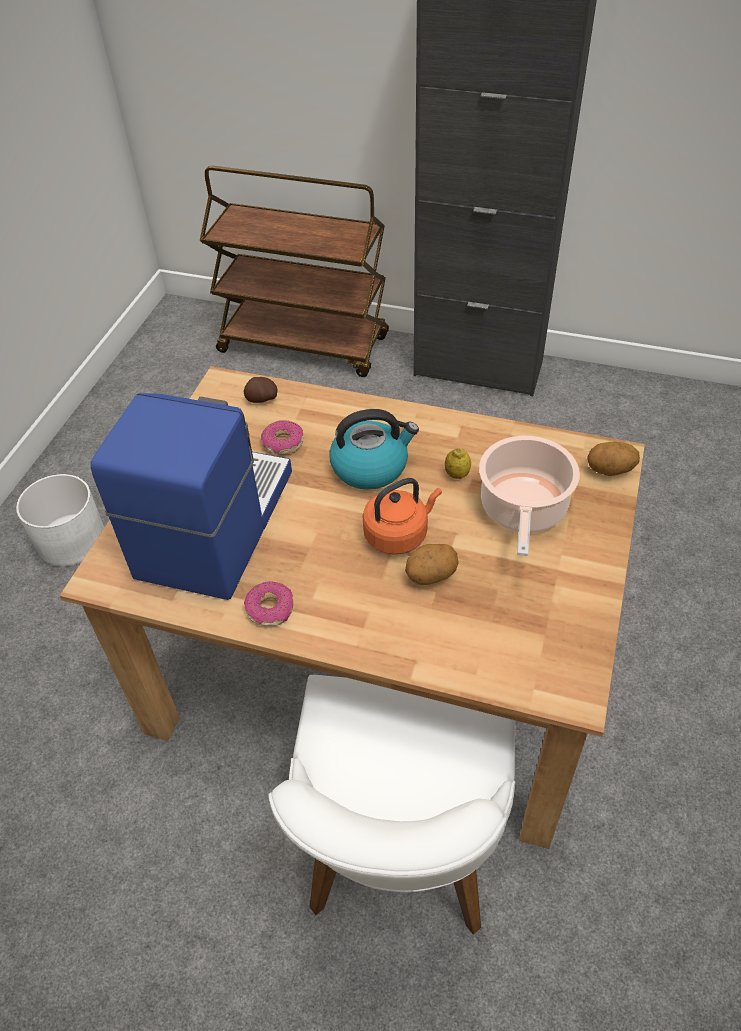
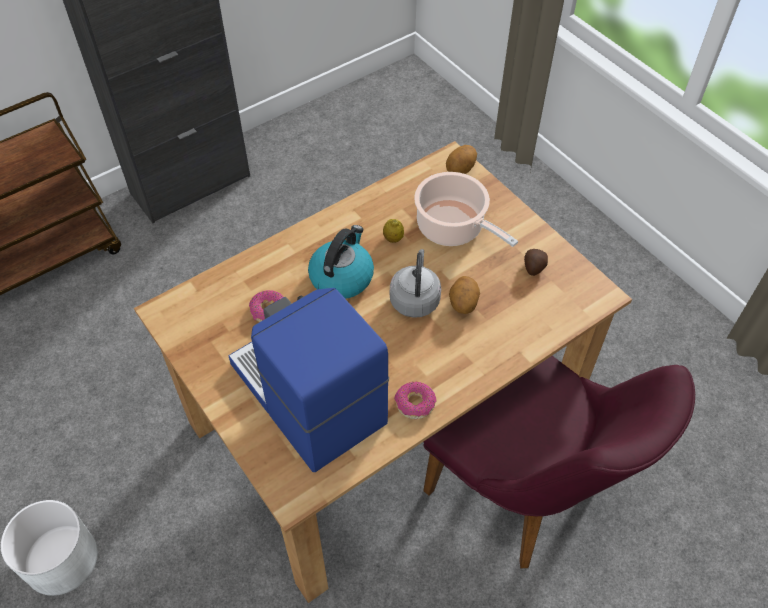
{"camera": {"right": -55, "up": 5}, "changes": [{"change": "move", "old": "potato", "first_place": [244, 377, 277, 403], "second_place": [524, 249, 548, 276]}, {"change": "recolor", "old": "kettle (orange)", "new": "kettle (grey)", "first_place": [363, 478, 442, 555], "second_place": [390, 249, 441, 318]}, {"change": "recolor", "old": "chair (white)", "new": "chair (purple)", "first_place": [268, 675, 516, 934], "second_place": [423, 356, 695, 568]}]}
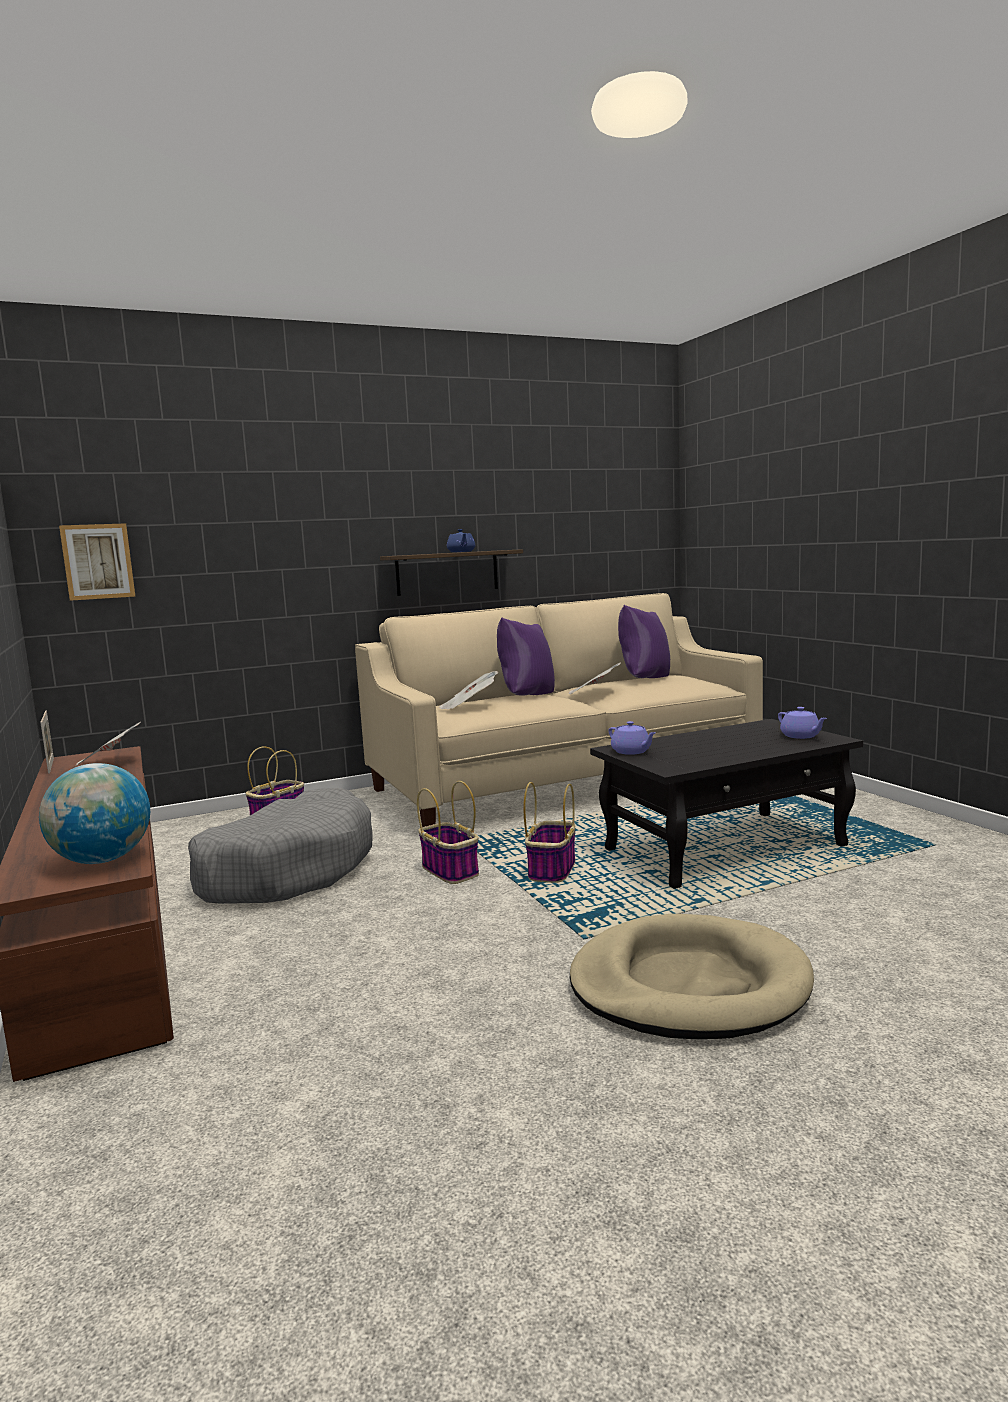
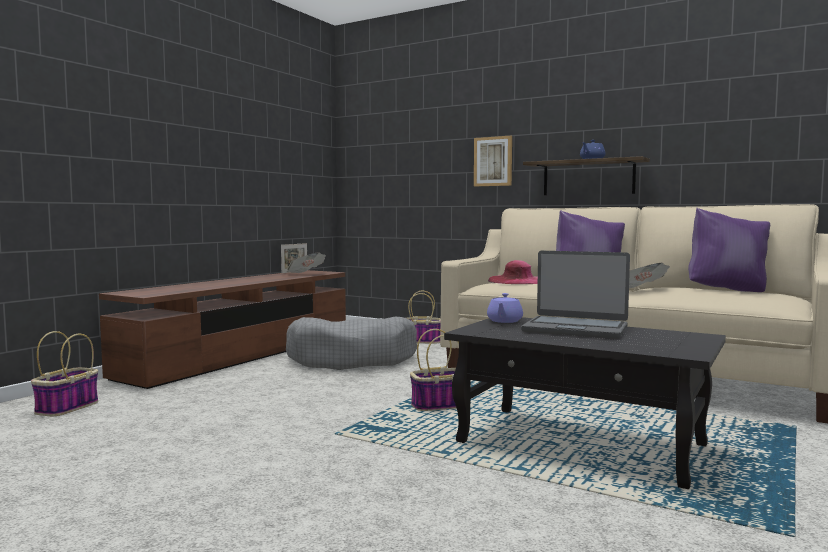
{"camera": {"right": 55, "up": -5}, "changes": [{"change": "move", "old": "picture", "first_place": [59, 523, 135, 601], "second_place": [474, 136, 512, 186]}, {"change": "replace", "old": "newspaper", "new": "hat (pink)", "first_place": [439, 671, 498, 709], "second_place": [488, 260, 538, 284]}, {"change": "delete", "old": "teapot (purple)", "first_place": [778, 707, 827, 739]}, {"change": "delete", "old": "globe", "first_place": [39, 763, 150, 864]}, {"change": "move", "old": "basket", "first_place": [417, 781, 479, 884], "second_place": [31, 331, 98, 416]}, {"change": "delete", "old": "dog bed (beige)", "first_place": [570, 914, 814, 1039]}, {"change": "insert", "new": "laptop", "second_place": [521, 251, 630, 339]}]}
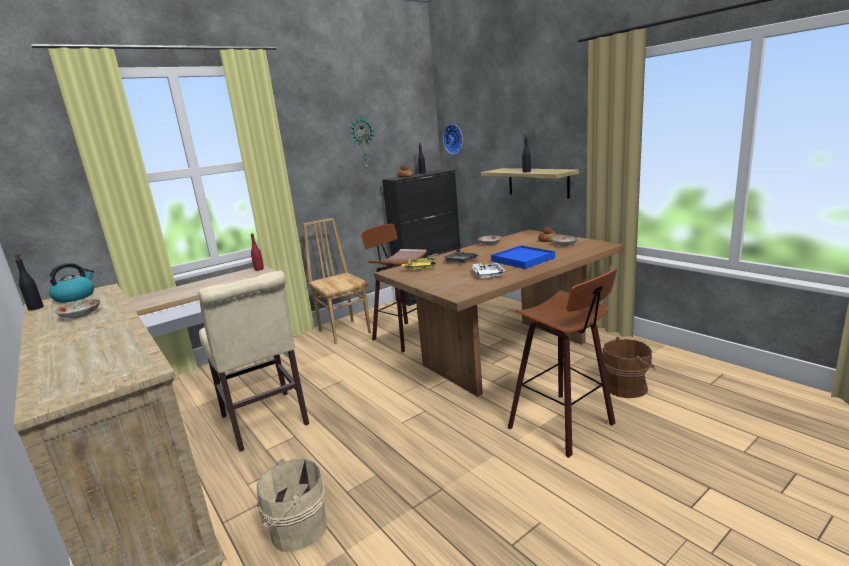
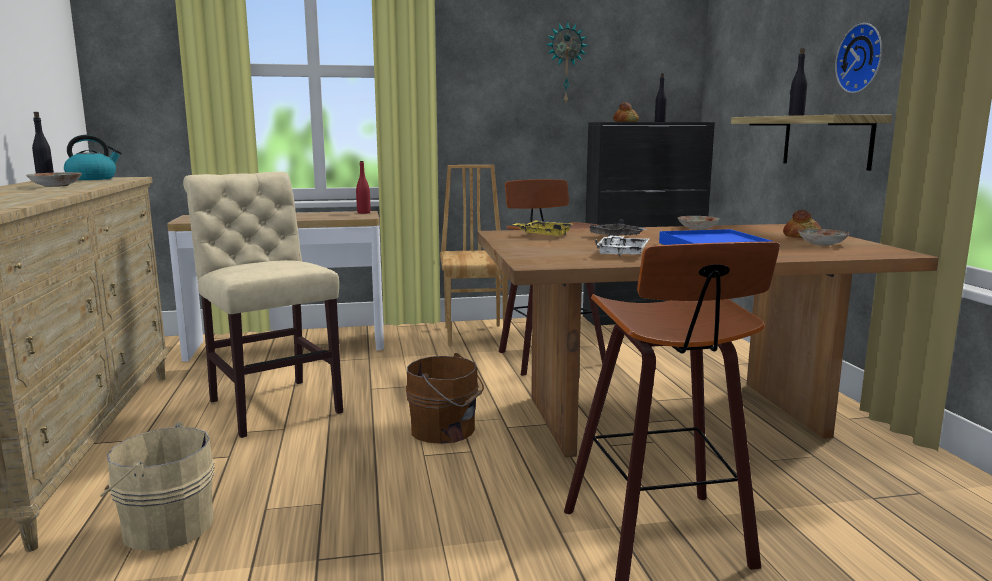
{"camera": {"right": 25, "up": -5}, "changes": [{"change": "move", "old": "wall clock", "first_place": [443, 124, 463, 155], "second_place": [835, 23, 882, 93]}, {"change": "rotate", "old": "chair (beige)", "first_place": [198, 271, 309, 452], "second_place": [183, 172, 343, 438], "degrees": 150}, {"change": "move", "old": "bucket (brown)", "first_place": [603, 337, 657, 398], "second_place": [406, 353, 484, 444]}]}
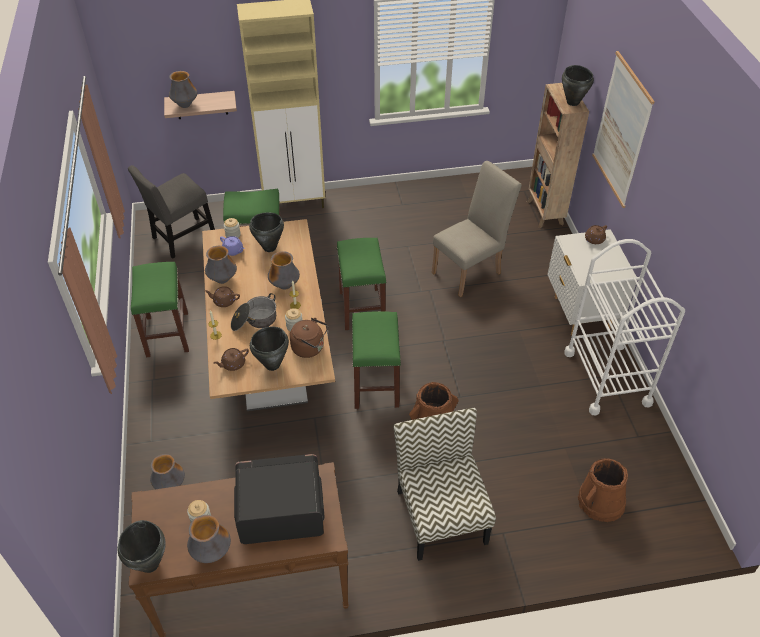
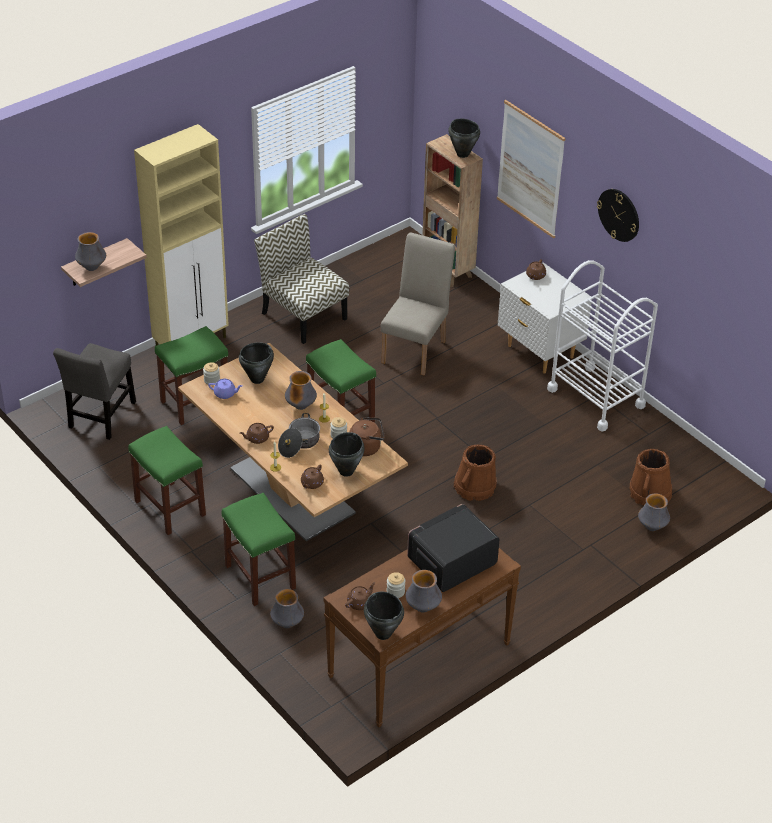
{"camera": {"right": -30, "up": -5}, "changes": [{"change": "move", "old": "vase", "first_place": [205, 246, 237, 284], "second_place": [638, 494, 670, 531]}, {"change": "move", "old": "stool (green)", "first_place": [352, 311, 401, 409], "second_place": [222, 493, 296, 606]}, {"change": "move", "old": "chair", "first_place": [394, 408, 496, 561], "second_place": [254, 214, 349, 344]}, {"change": "insert", "new": "wall clock", "second_place": [597, 189, 639, 242]}, {"change": "insert", "new": "teapot (brown)", "second_place": [345, 582, 375, 610]}]}
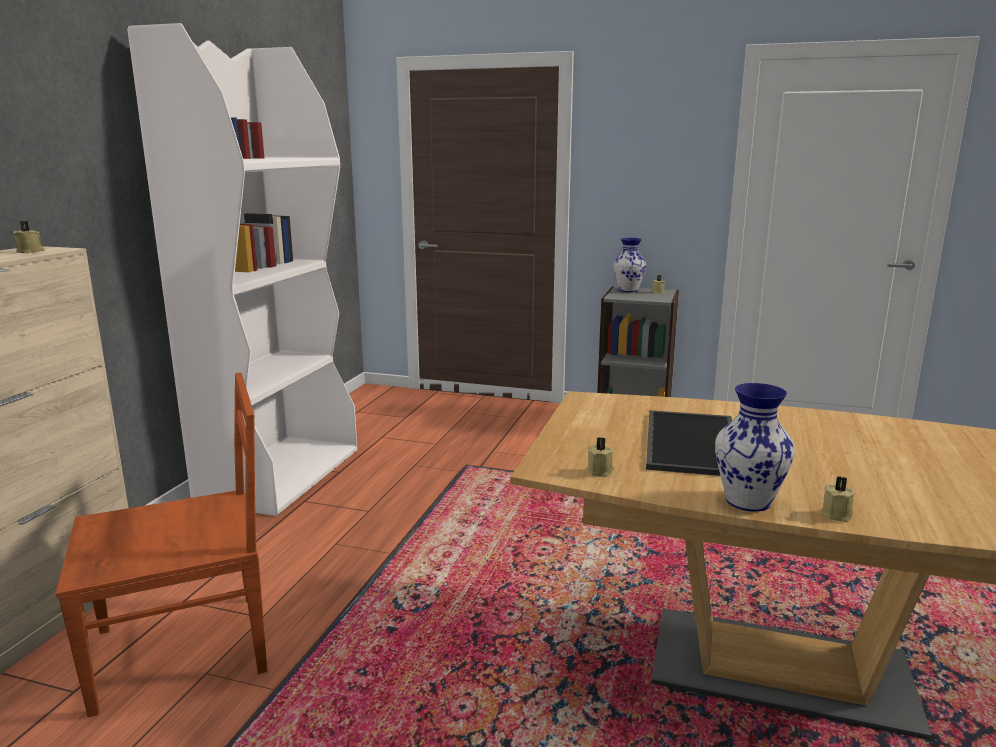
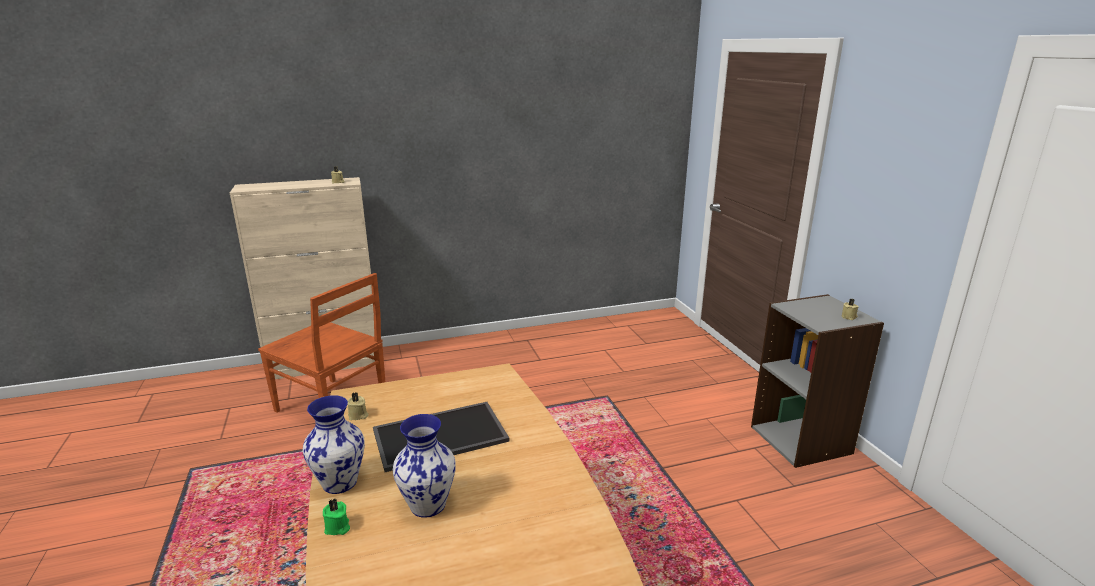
{"camera": {"right": 55, "up": 5}, "changes": [{"change": "delete", "old": "bookcase (white)", "first_place": [127, 23, 357, 516]}, {"change": "move", "old": "vase", "first_place": [613, 238, 646, 292], "second_place": [393, 414, 456, 518]}, {"change": "recolor", "old": "candle (beige)", "new": "candle (green)", "first_place": [822, 476, 855, 522], "second_place": [323, 499, 350, 535]}]}
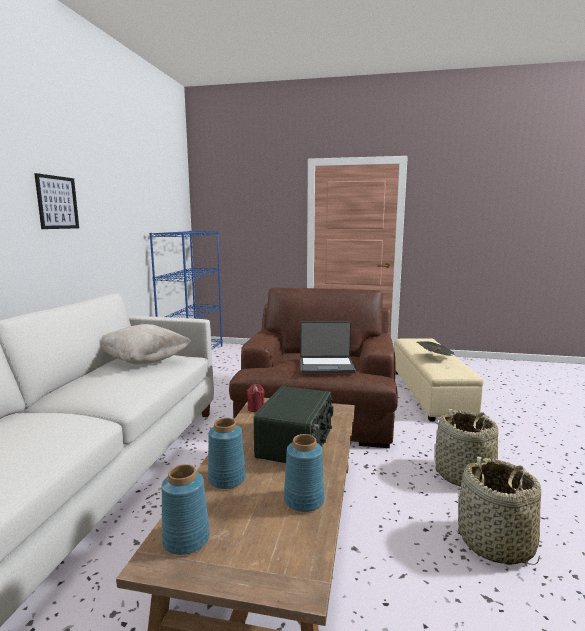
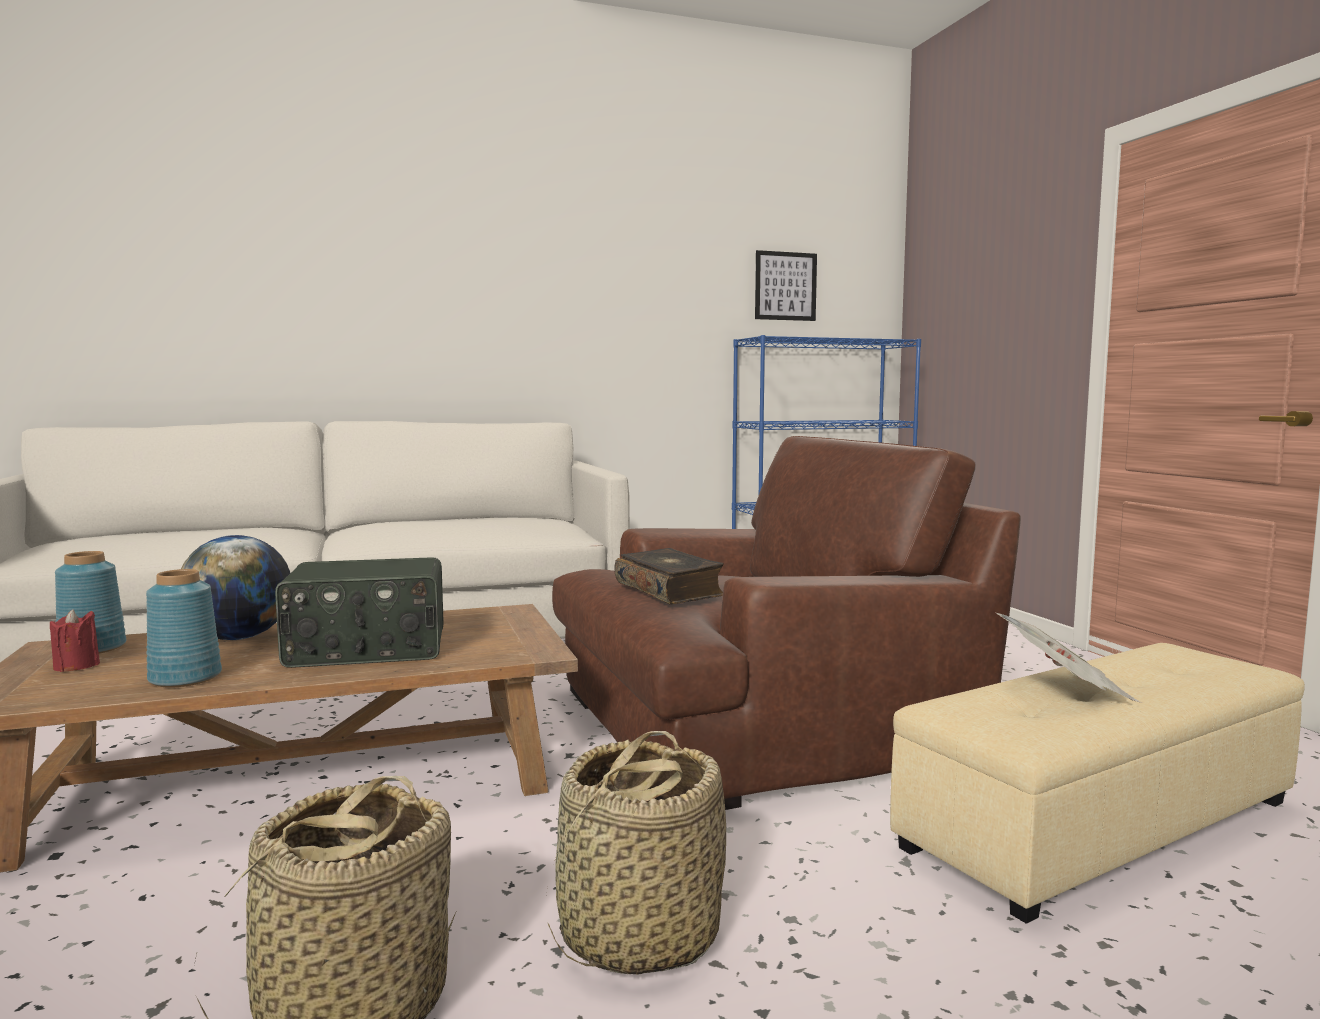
{"camera": {"right": 60, "up": -5}, "changes": [{"change": "move", "old": "picture", "first_place": [34, 173, 79, 229], "second_place": [755, 250, 817, 321]}, {"change": "replace", "old": "laptop", "new": "book", "first_place": [300, 321, 356, 374], "second_place": [614, 548, 724, 604]}, {"change": "delete", "old": "pillow (beige)", "first_place": [101, 324, 191, 364]}, {"change": "move", "old": "candle (red)", "first_place": [247, 384, 265, 412], "second_place": [50, 609, 100, 672]}, {"change": "replace", "old": "vase (blue)", "new": "globe", "first_place": [208, 418, 246, 489], "second_place": [181, 535, 290, 640]}]}
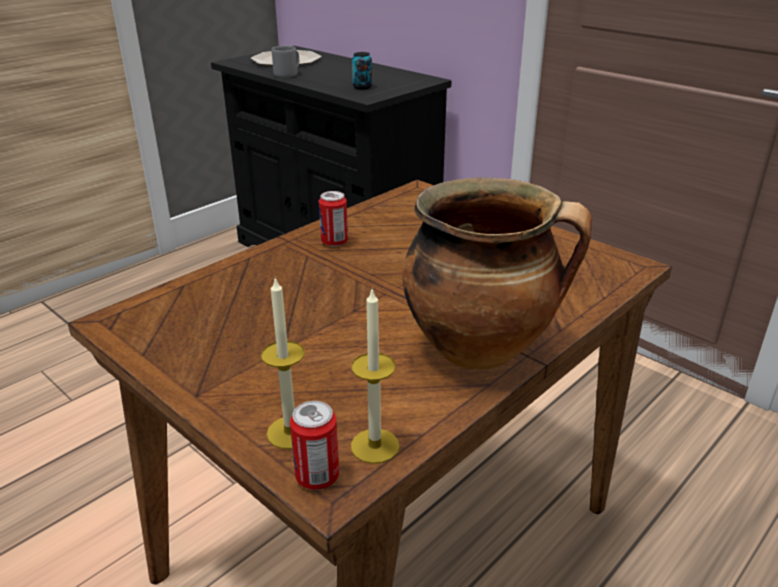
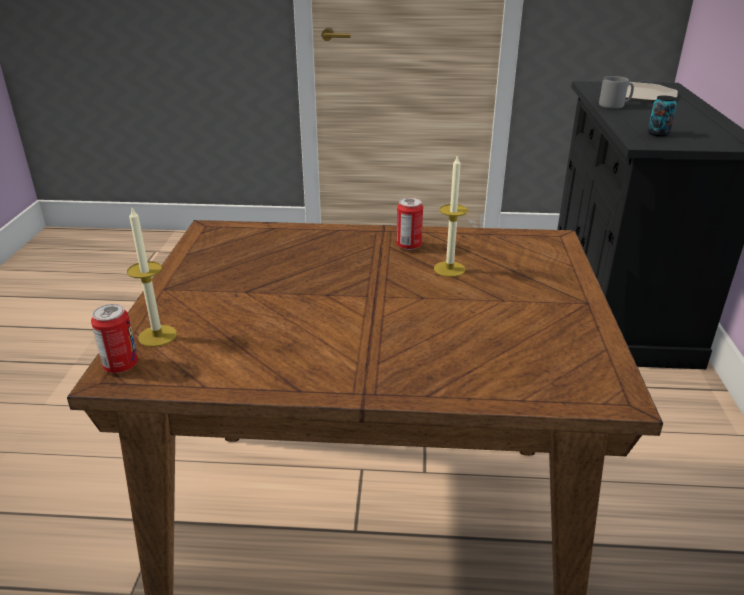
{"camera": {"right": 50, "up": 0}, "changes": [{"change": "delete", "old": "cooking pot", "first_place": [402, 177, 592, 370]}, {"change": "move", "old": "candle", "first_place": [351, 290, 400, 464], "second_place": [434, 154, 468, 277]}]}
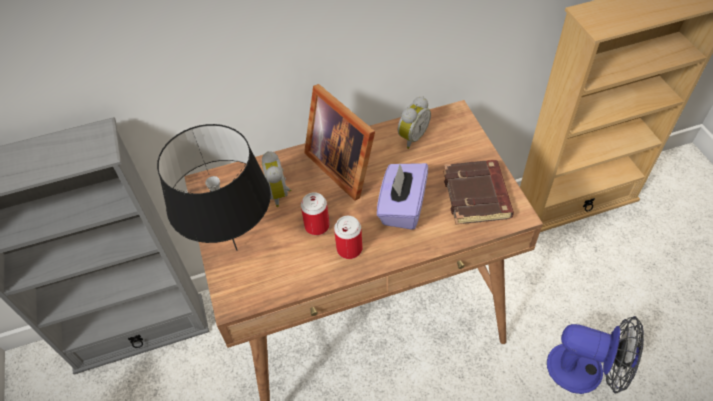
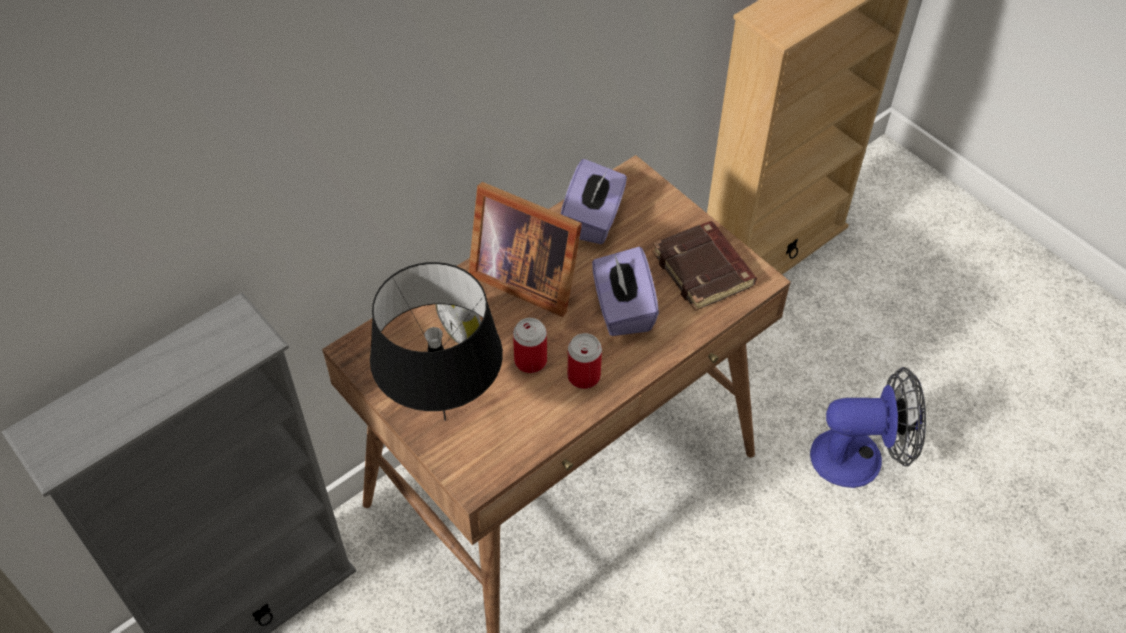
{"camera": {"right": -25, "up": 0}, "changes": [{"change": "replace", "old": "alarm clock", "new": "tissue box (purple)", "first_place": [398, 96, 431, 149], "second_place": [561, 159, 627, 244]}]}
